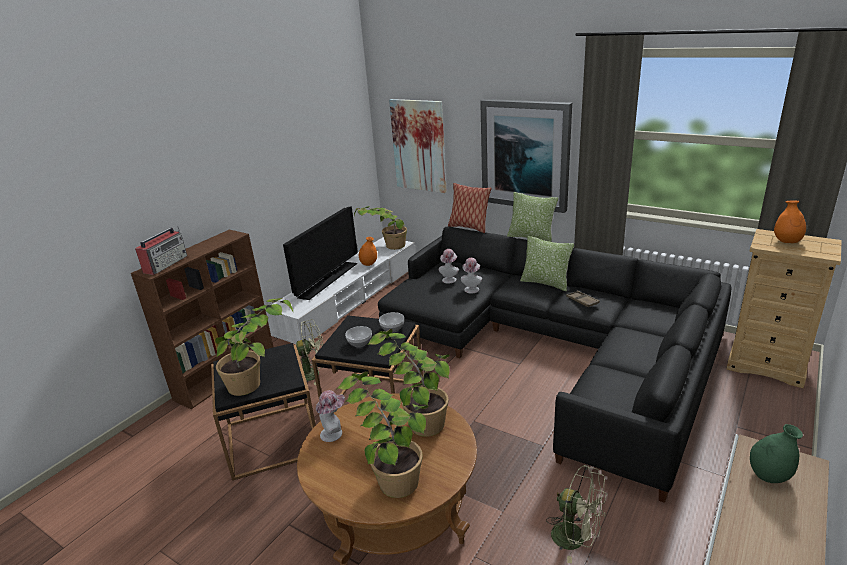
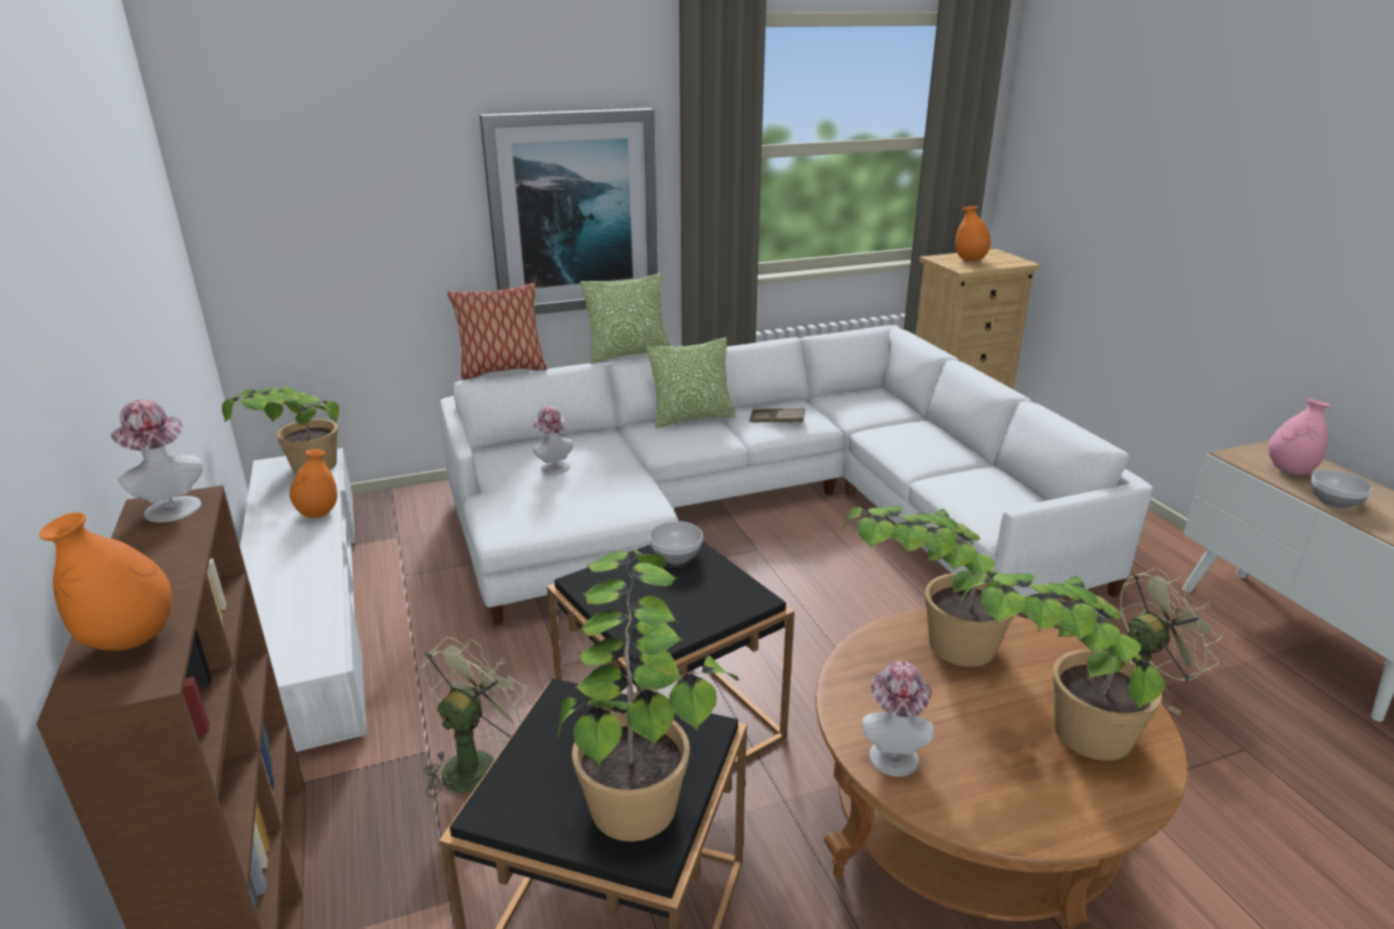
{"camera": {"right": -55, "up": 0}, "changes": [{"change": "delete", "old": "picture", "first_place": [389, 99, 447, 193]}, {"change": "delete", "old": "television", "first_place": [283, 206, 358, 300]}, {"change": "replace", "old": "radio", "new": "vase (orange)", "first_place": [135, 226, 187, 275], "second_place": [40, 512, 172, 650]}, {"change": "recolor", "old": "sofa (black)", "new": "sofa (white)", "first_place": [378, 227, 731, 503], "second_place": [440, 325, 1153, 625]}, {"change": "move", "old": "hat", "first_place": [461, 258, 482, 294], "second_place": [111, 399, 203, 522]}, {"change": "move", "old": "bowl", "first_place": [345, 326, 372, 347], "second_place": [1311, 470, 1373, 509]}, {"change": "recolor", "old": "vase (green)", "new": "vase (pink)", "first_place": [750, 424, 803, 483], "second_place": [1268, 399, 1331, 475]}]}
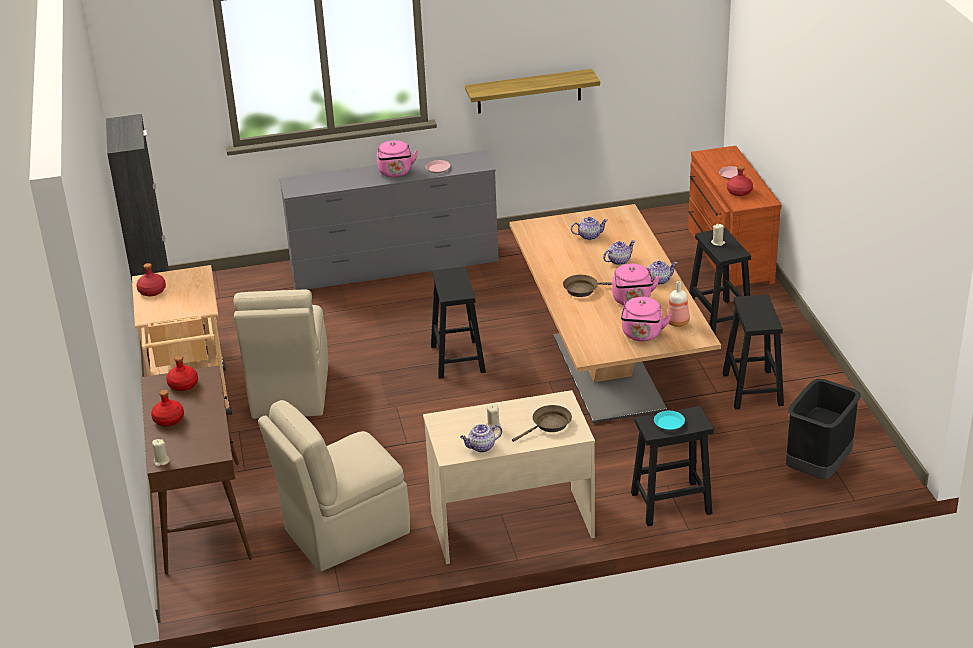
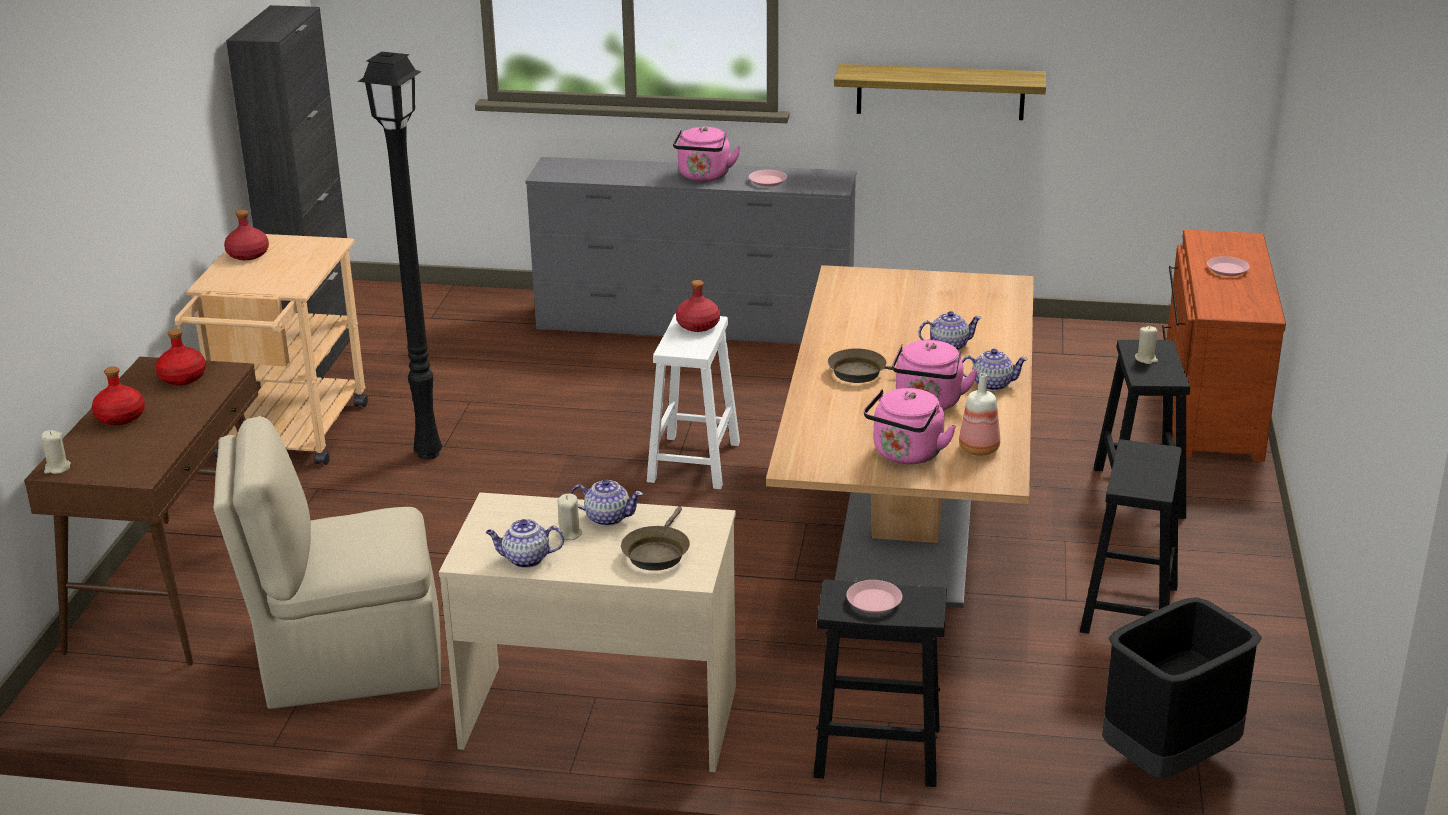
{"camera": {"right": 20, "up": -5}, "changes": [{"change": "move", "old": "bottle (red)", "first_place": [727, 166, 753, 196], "second_place": [676, 280, 720, 332]}, {"change": "move", "old": "teapot", "first_place": [571, 217, 608, 240], "second_place": [571, 479, 643, 526]}, {"change": "recolor", "old": "stool (black)", "new": "stool (white)", "first_place": [431, 267, 486, 379], "second_place": [647, 313, 740, 489]}, {"change": "replace", "old": "chair (beige)", "new": "floor lamp (black)", "first_place": [233, 290, 328, 419], "second_place": [357, 51, 442, 460]}, {"change": "rotate", "old": "frying pan (brown)", "first_place": [512, 405, 572, 442], "second_place": [621, 506, 690, 571], "degrees": 120}, {"change": "recolor", "old": "plate (turquoise)", "new": "plate (pink)", "first_place": [654, 411, 685, 430], "second_place": [846, 580, 902, 614]}]}
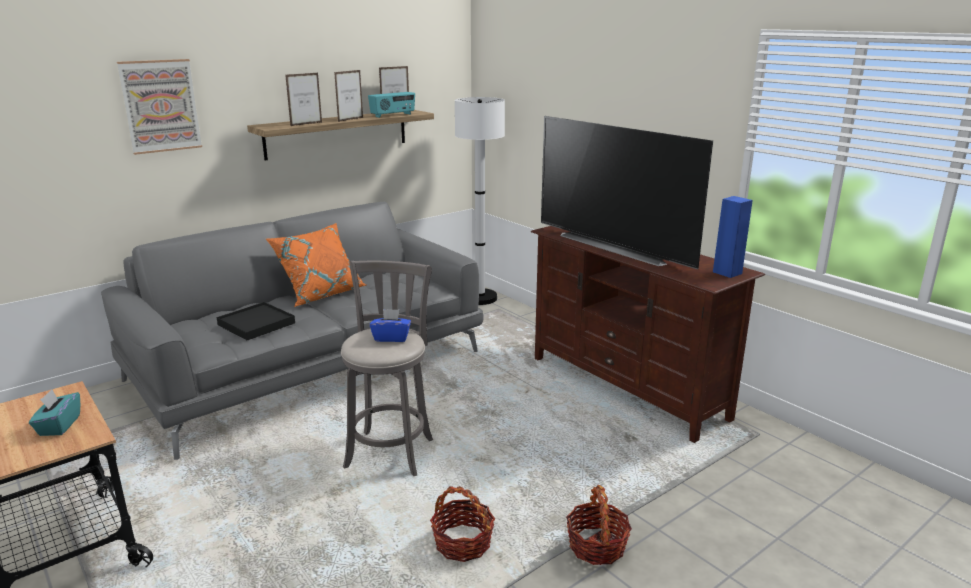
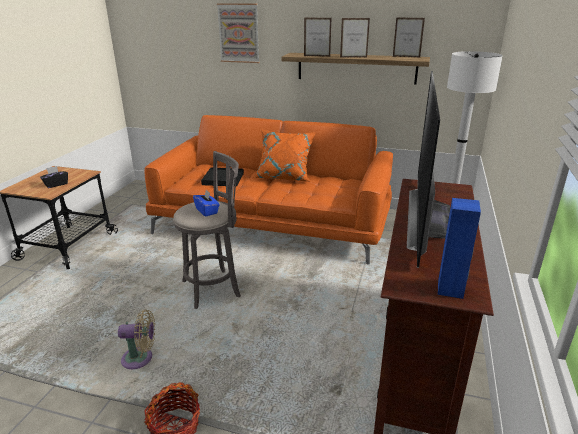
{"camera": {"right": 55, "up": 5}, "changes": [{"change": "delete", "old": "radio", "first_place": [368, 92, 415, 118]}, {"change": "recolor", "old": "sofa (grey)", "new": "sofa (orange)", "first_place": [101, 202, 484, 460], "second_place": [144, 115, 393, 265]}, {"change": "recolor", "old": "tissue box (turquoise)", "new": "tissue box (black)", "first_place": [29, 389, 80, 436], "second_place": [40, 166, 68, 188]}, {"change": "replace", "old": "basket", "new": "fan (beige)", "first_place": [430, 486, 495, 562], "second_place": [118, 309, 155, 369]}]}
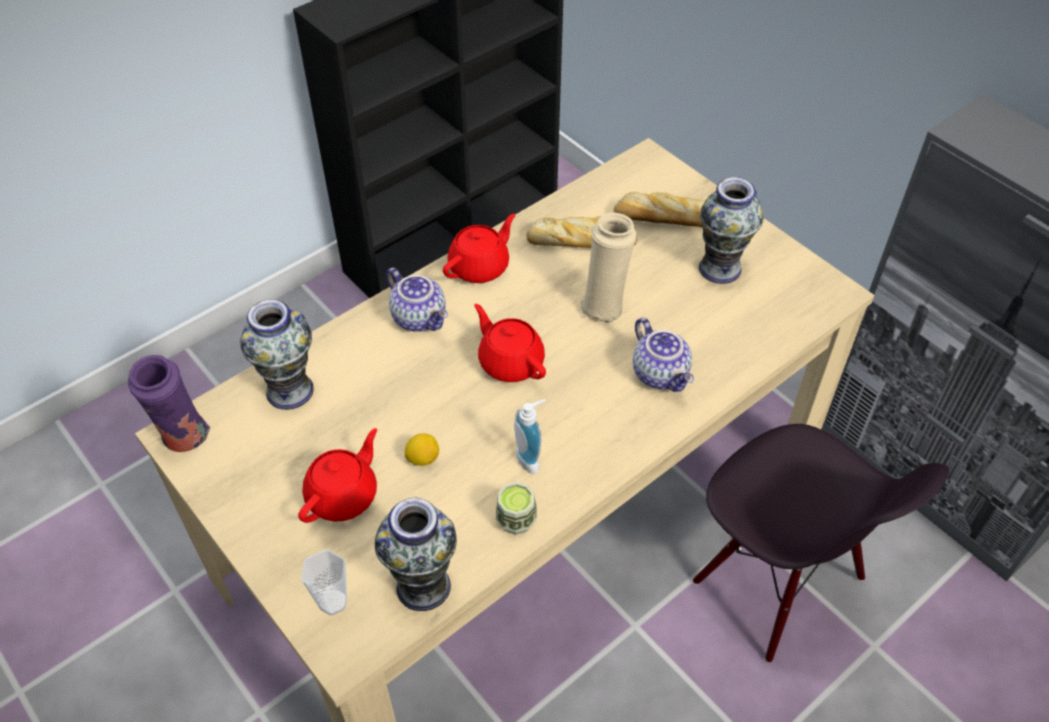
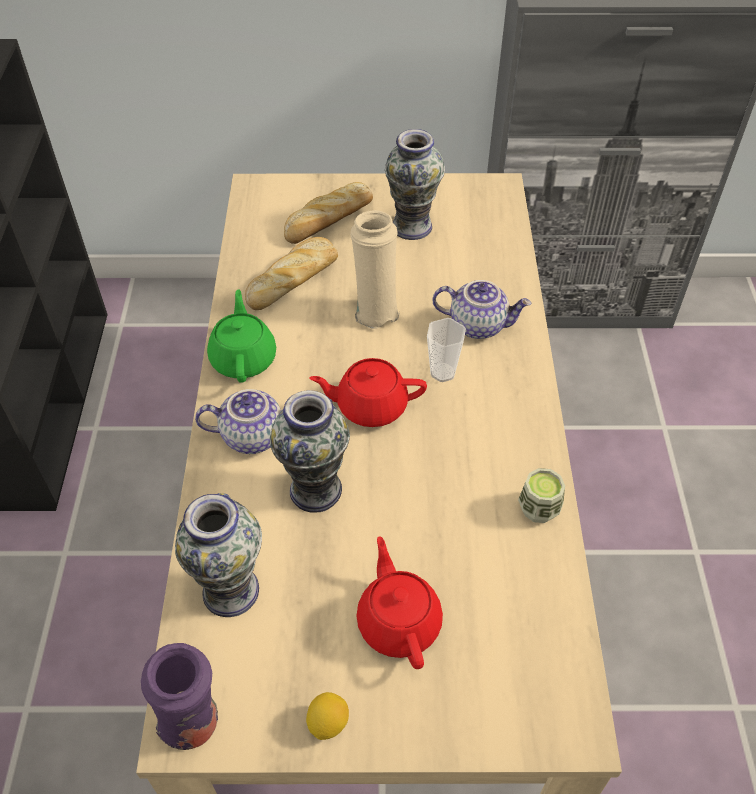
{"camera": {"right": -50, "up": 0}, "changes": [{"change": "recolor", "old": "teapot (red)", "new": "teapot (green)", "first_place": [443, 214, 515, 283], "second_place": [207, 289, 276, 383]}, {"change": "delete", "old": "soap dispenser", "first_place": [514, 399, 546, 474]}, {"change": "delete", "old": "chair (black)", "first_place": [693, 424, 949, 663]}, {"change": "move", "old": "lemon", "first_place": [405, 433, 439, 466], "second_place": [306, 692, 349, 740]}, {"change": "move", "old": "vase", "first_place": [375, 498, 457, 611], "second_place": [270, 390, 350, 513]}, {"change": "move", "old": "cup", "first_place": [301, 550, 347, 615], "second_place": [427, 318, 466, 382]}]}
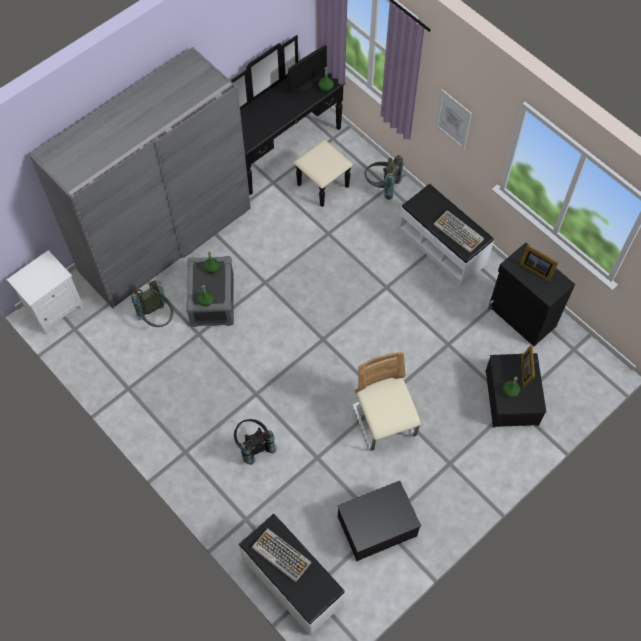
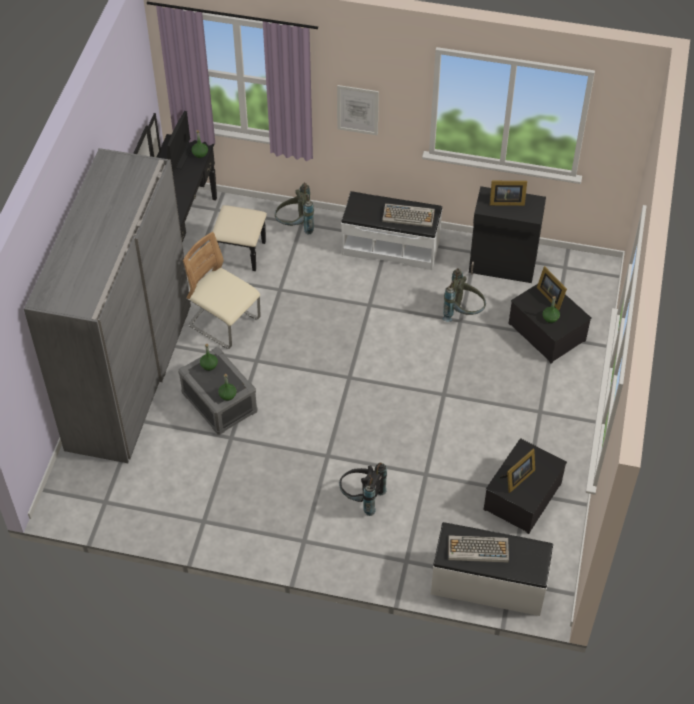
{"camera": {"right": -35, "up": -10}, "changes": [{"change": "delete", "old": "nightstand (white)", "first_place": [7, 250, 84, 335]}, {"change": "move", "old": "backpack (grey)", "first_place": [131, 280, 173, 327], "second_place": [442, 268, 486, 322]}, {"change": "move", "old": "chair (beige)", "first_place": [352, 352, 421, 451], "second_place": [183, 232, 261, 349]}, {"change": "insert", "new": "picture frame", "second_place": [499, 449, 535, 493]}]}
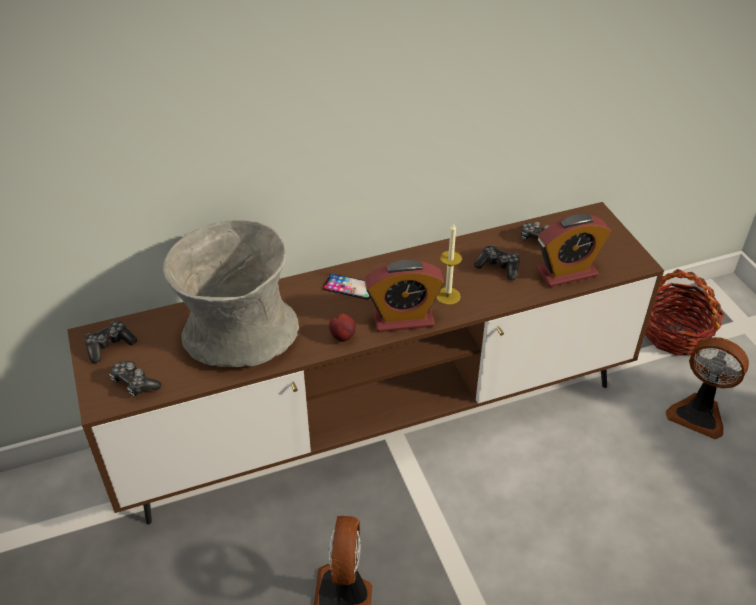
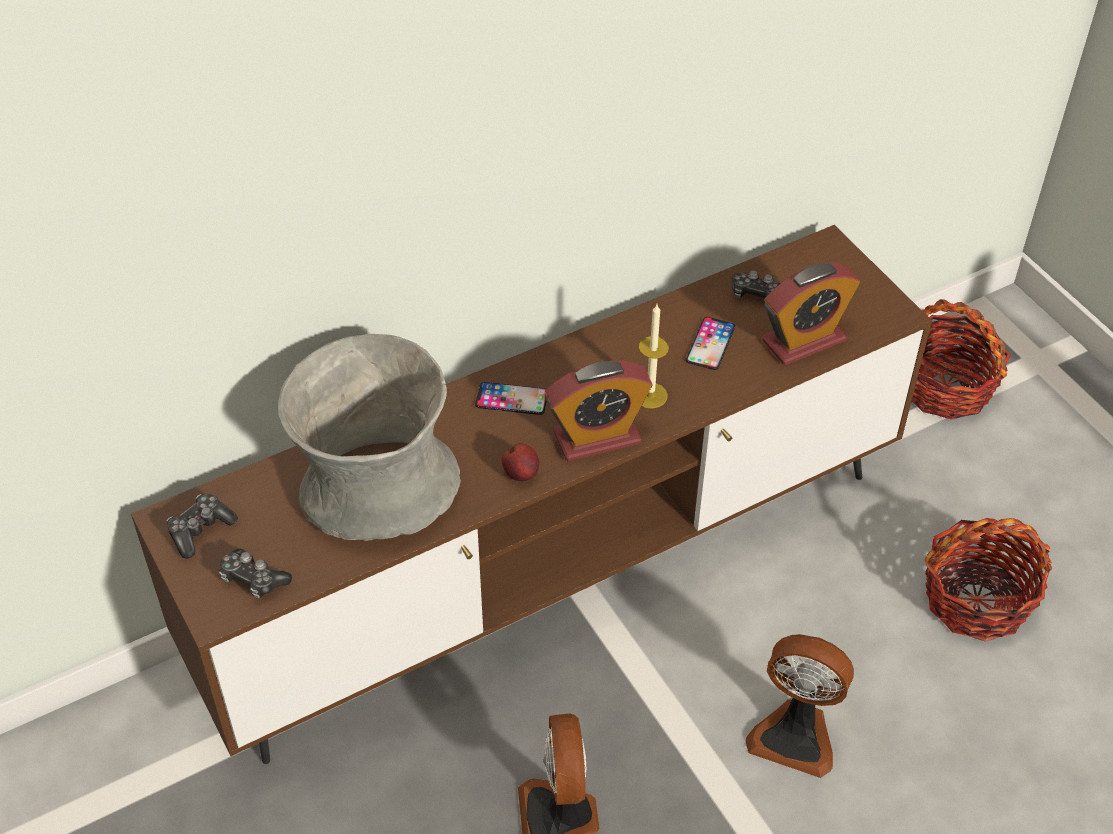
{"camera": {"right": -10, "up": 5}, "changes": [{"change": "replace", "old": "game controller", "new": "phone", "first_place": [474, 245, 520, 280], "second_place": [686, 317, 735, 370]}, {"change": "move", "old": "fan", "first_place": [666, 337, 749, 439], "second_place": [745, 634, 854, 778]}, {"change": "insert", "new": "basket", "second_place": [925, 518, 1052, 642]}]}
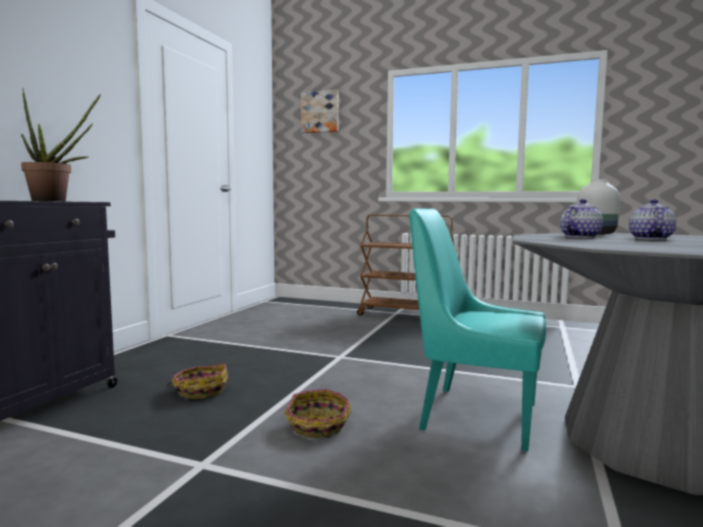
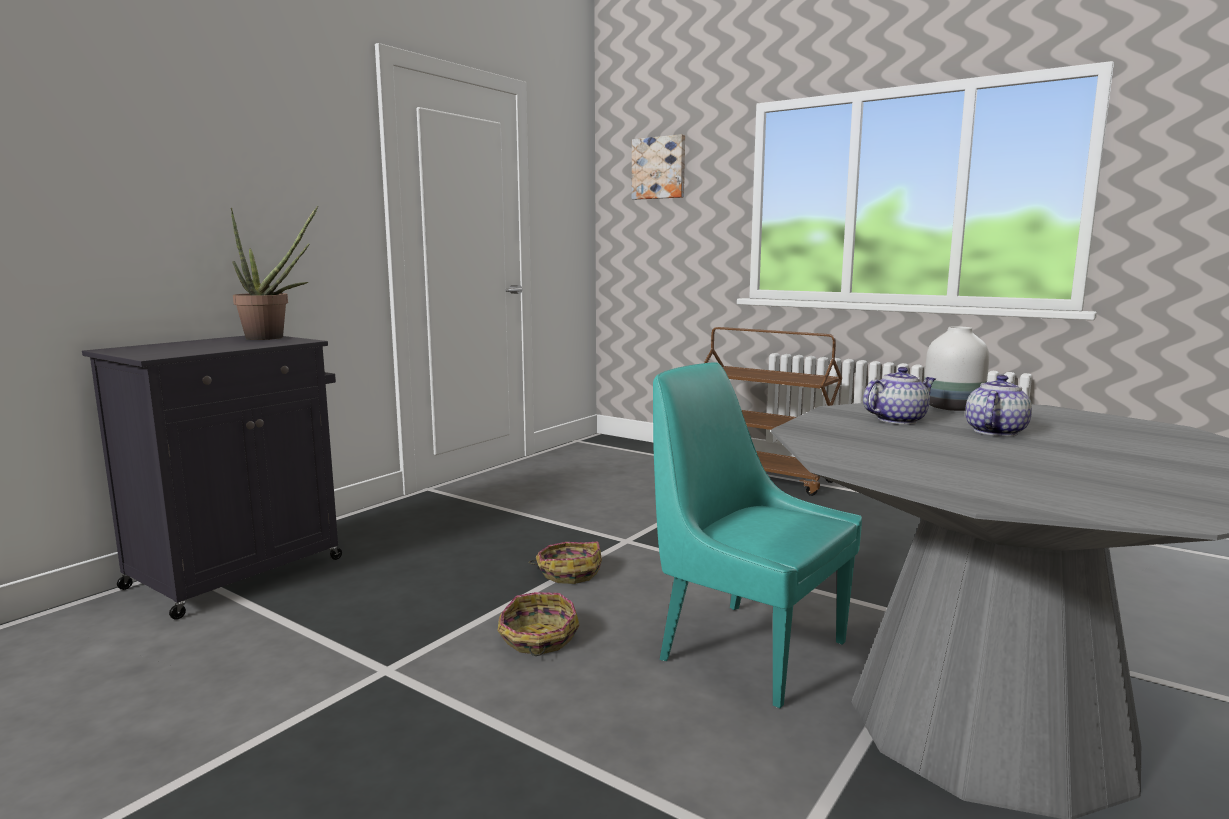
{"camera": {"right": 15, "up": 5}, "changes": [{"change": "move", "old": "basket", "first_place": [165, 364, 228, 399], "second_place": [529, 542, 602, 584]}]}
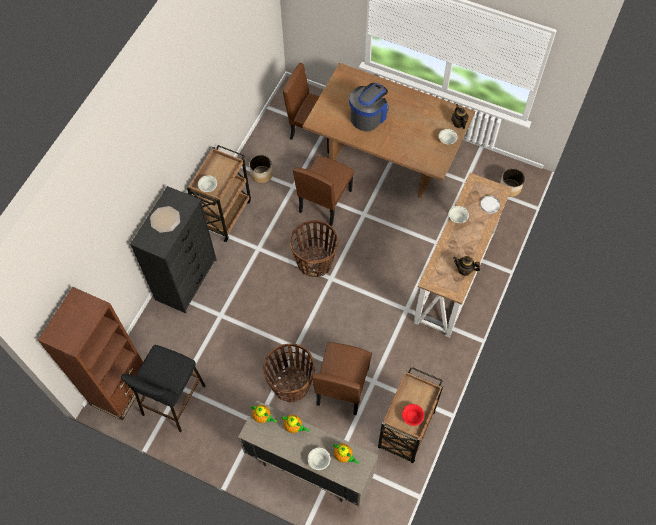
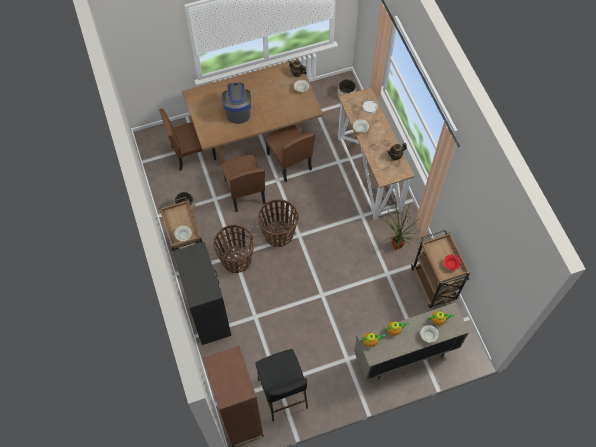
{"camera": {"right": -45, "up": 0}, "changes": [{"change": "delete", "old": "plate", "first_place": [150, 206, 180, 233]}, {"change": "move", "old": "chair (brown)", "first_place": [312, 342, 372, 415], "second_place": [264, 125, 315, 183]}, {"change": "move", "old": "basket", "first_place": [264, 344, 315, 403], "second_place": [213, 225, 254, 273]}, {"change": "insert", "new": "potted plant", "second_place": [382, 203, 420, 250]}]}
